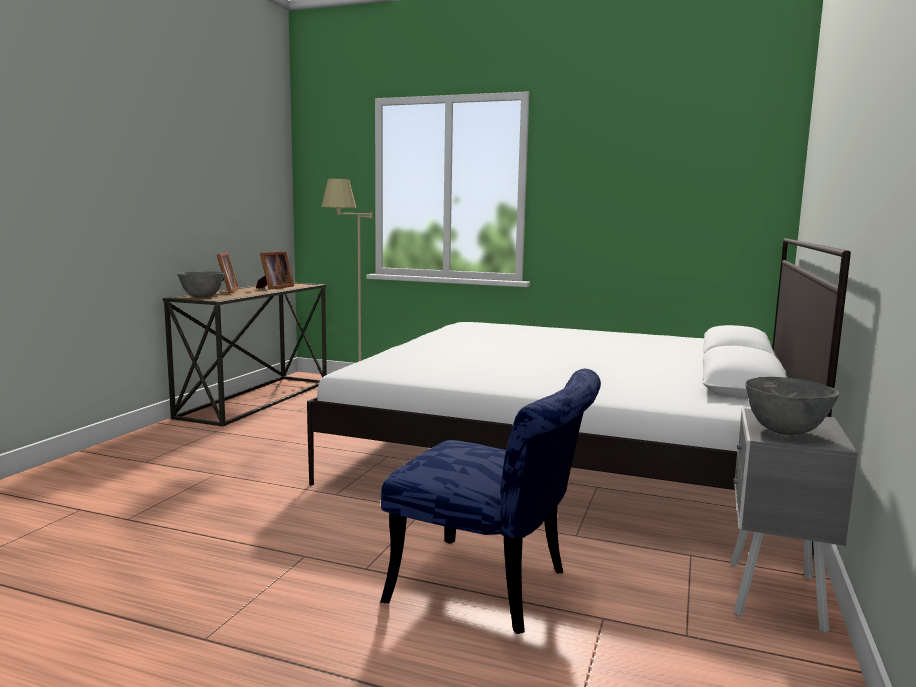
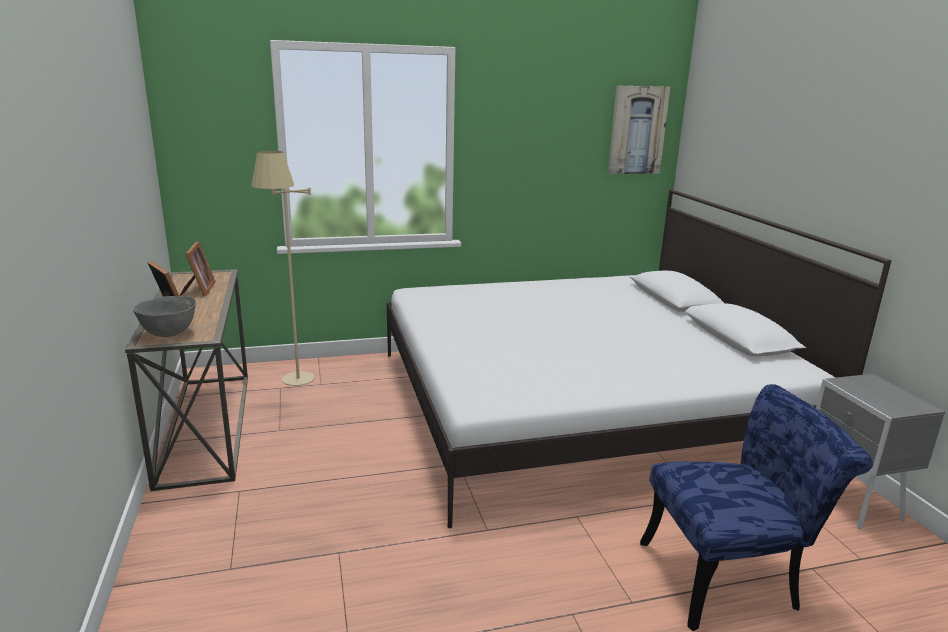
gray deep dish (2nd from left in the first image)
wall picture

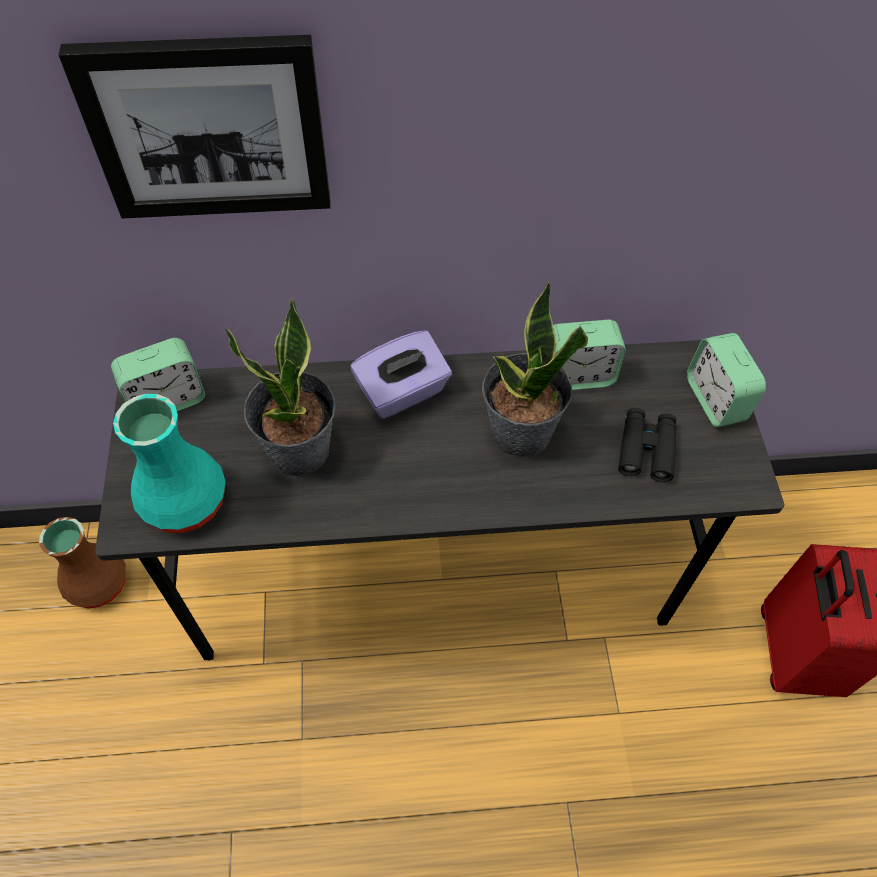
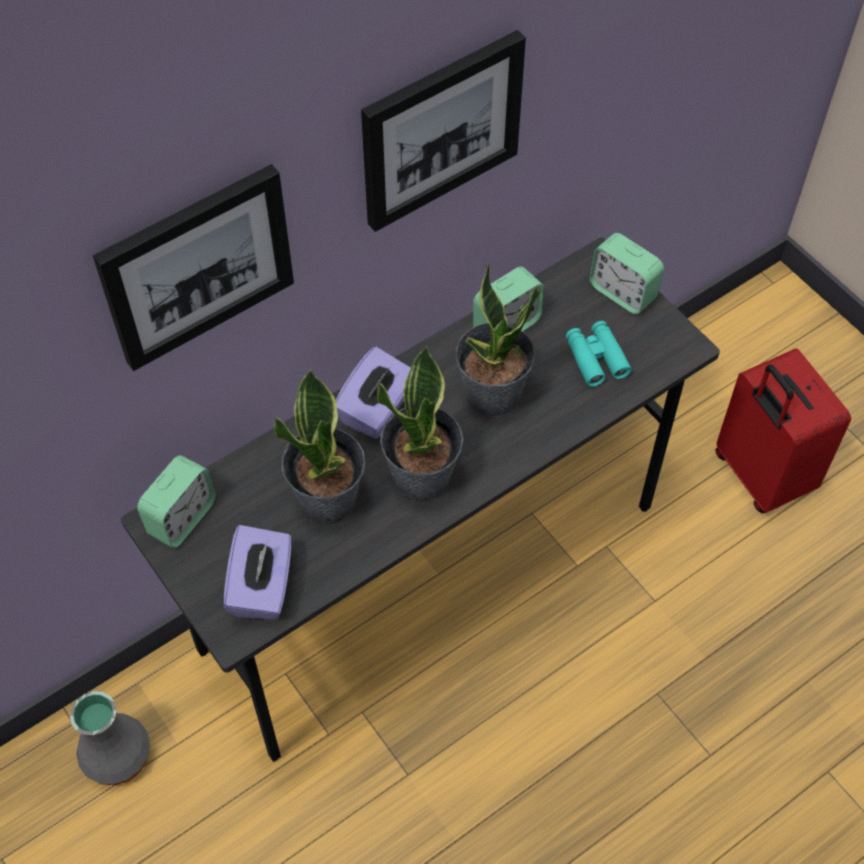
purple-coloured box of tissues (1st from left)
turquoise-coloured binoculars
gray vase
wall picture (2nd from left)
plant in a pot (2nd from left)

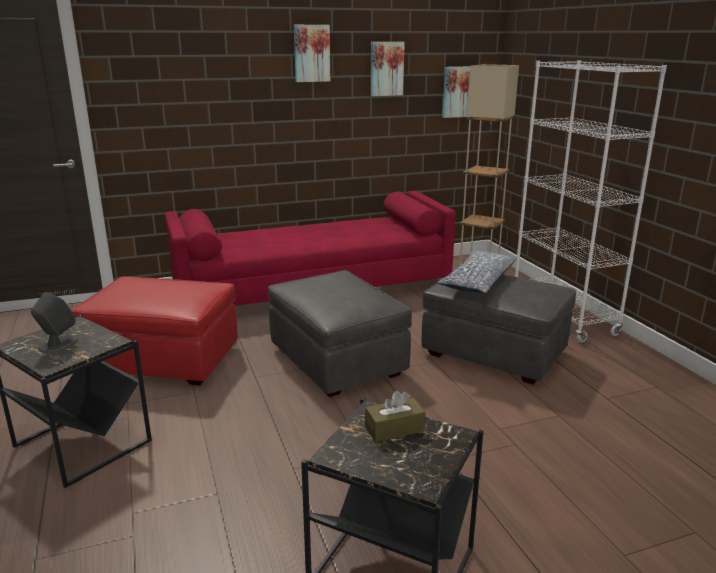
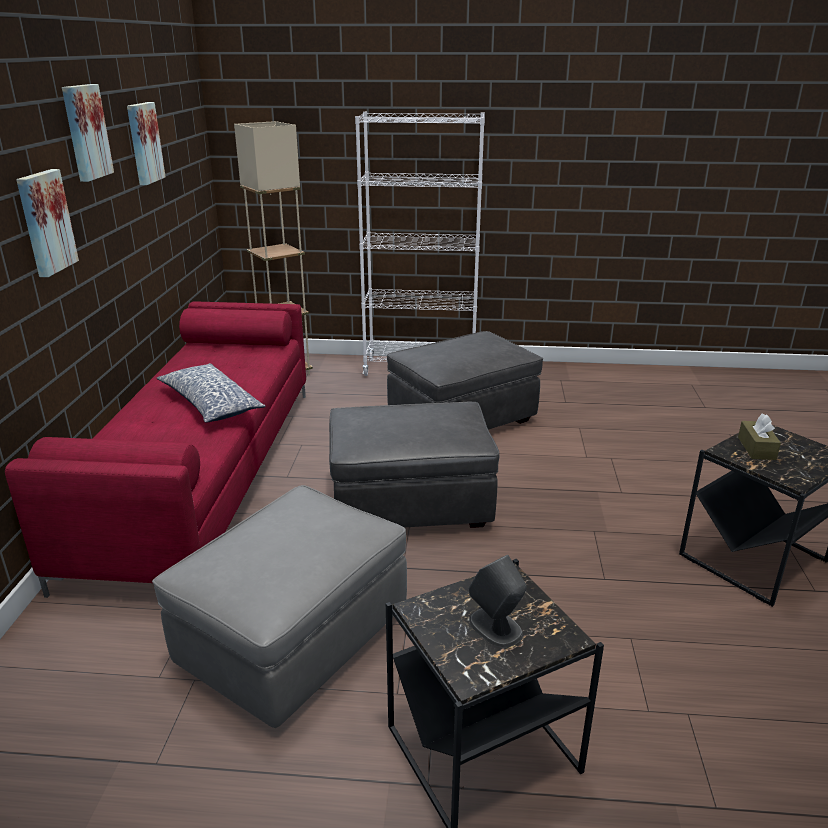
wall picture (1st from left)
pillow
gray pouffe (1st from left)

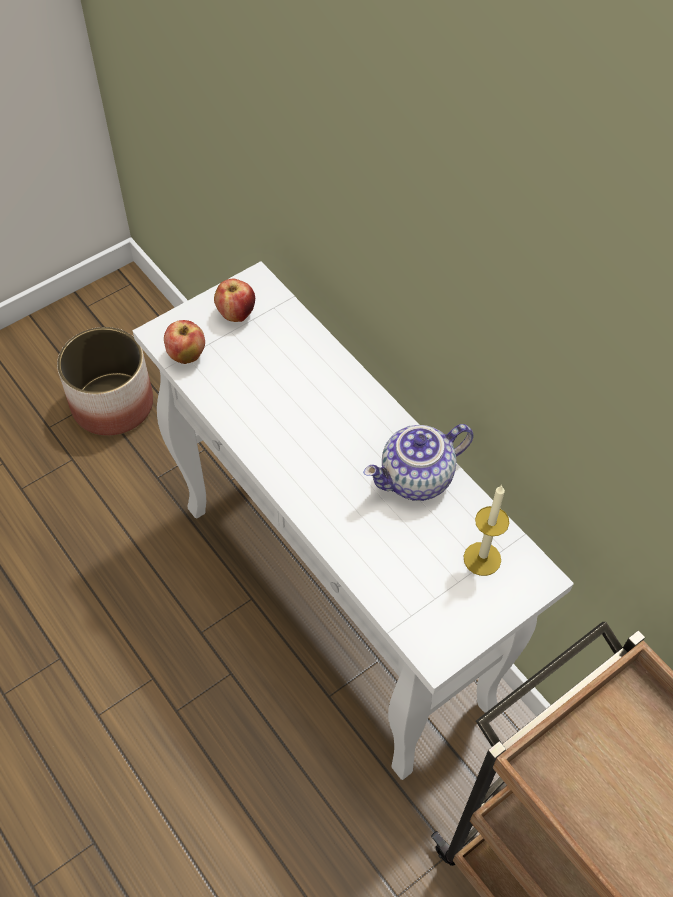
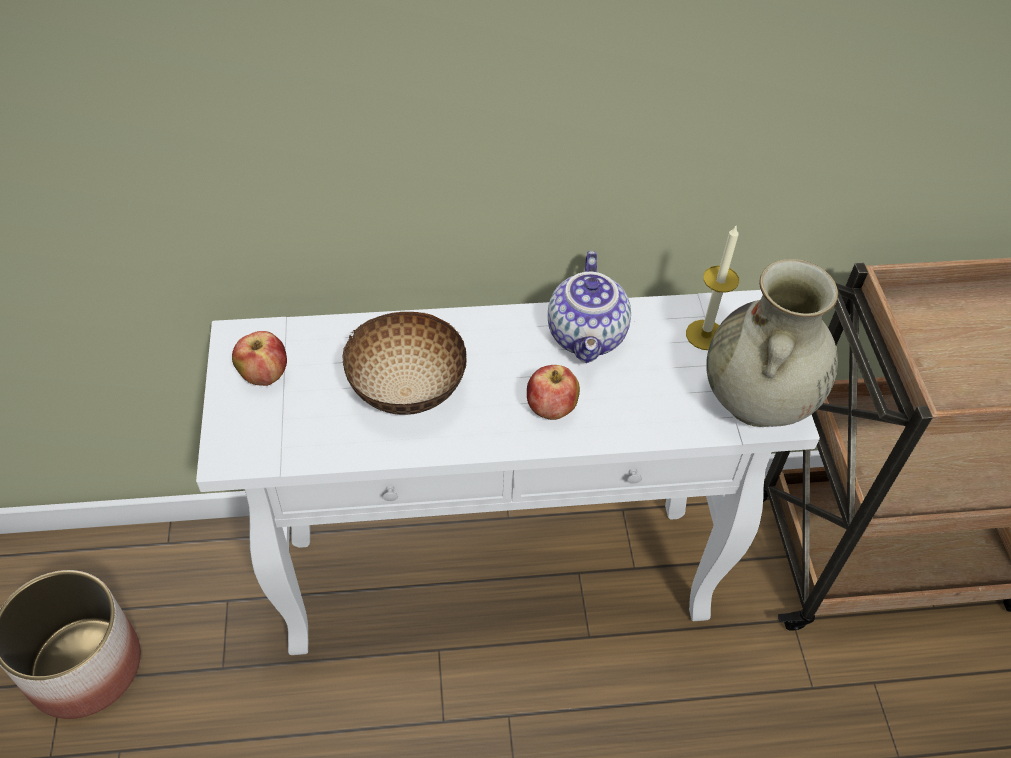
apple fruit (2nd from left)
beige-coloured vase
deep dish

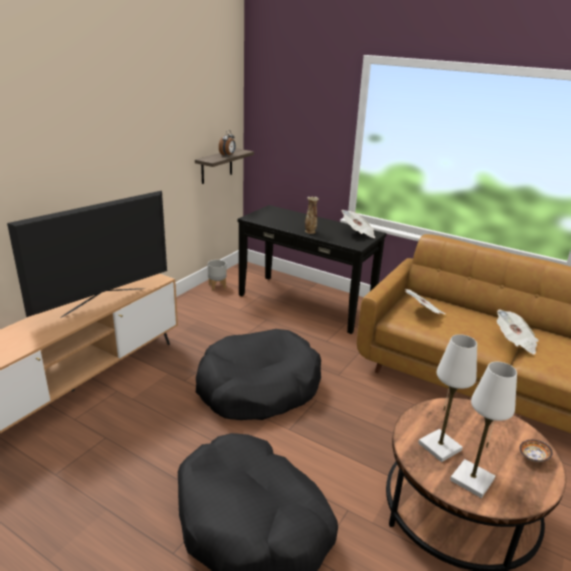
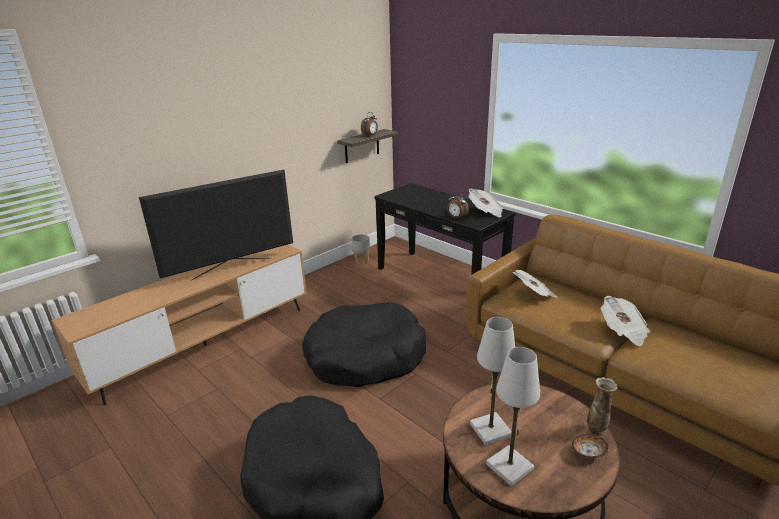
vase
bedside clock (2nd from left)

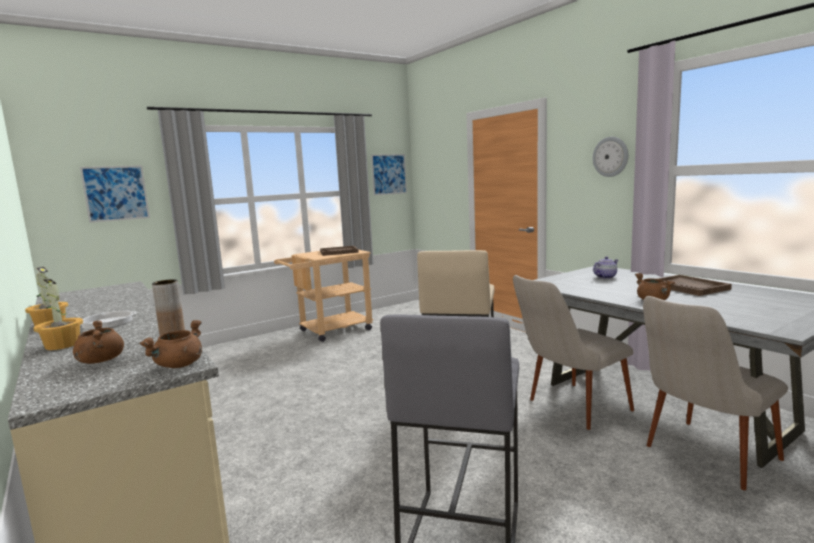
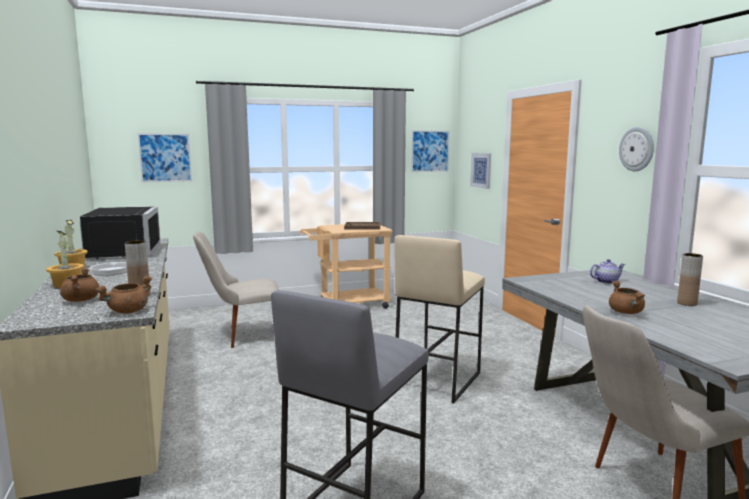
beige-coloured plain chair (1st from left)
brownish vase (2nd from left)
wall picture (3rd from left)
black-coloured kitchen microwave

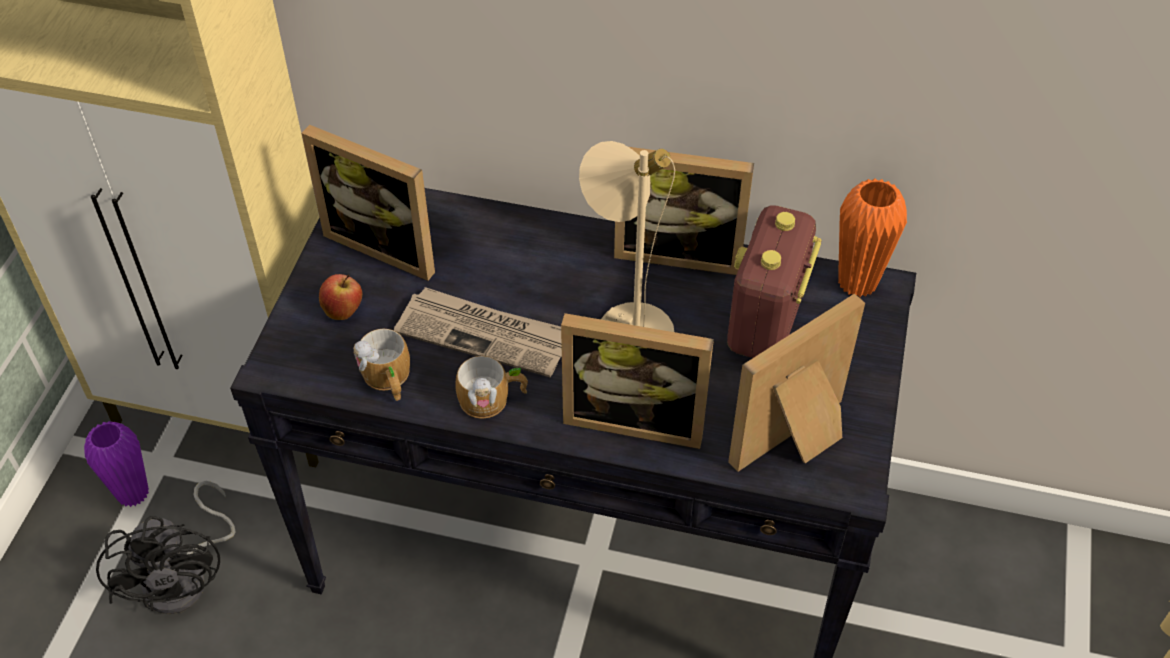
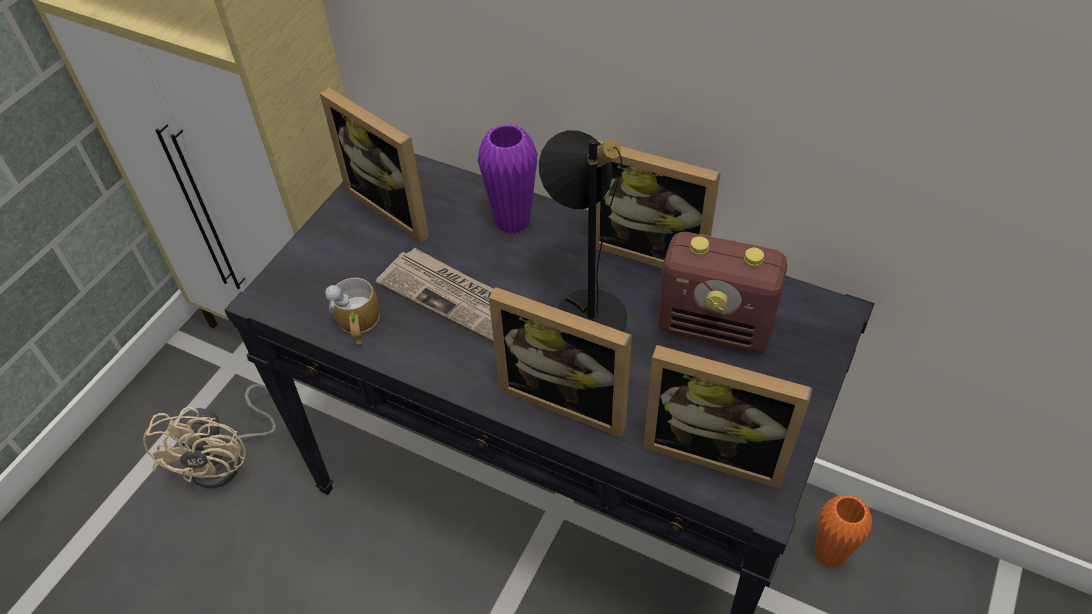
black-coloured table lamp
orangey vase
radio receiver
apple fruit
standing frame (4th from left)
tea mug (2nd from left in the first image)
purple-coloured vase
beige-coloured cooling fan

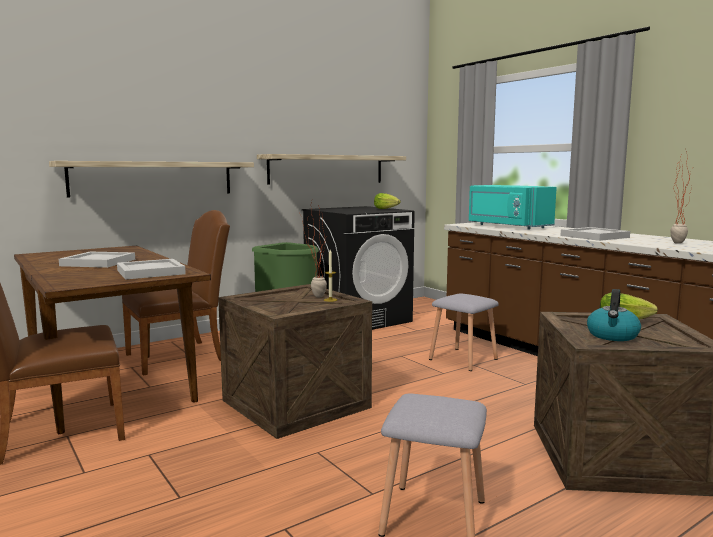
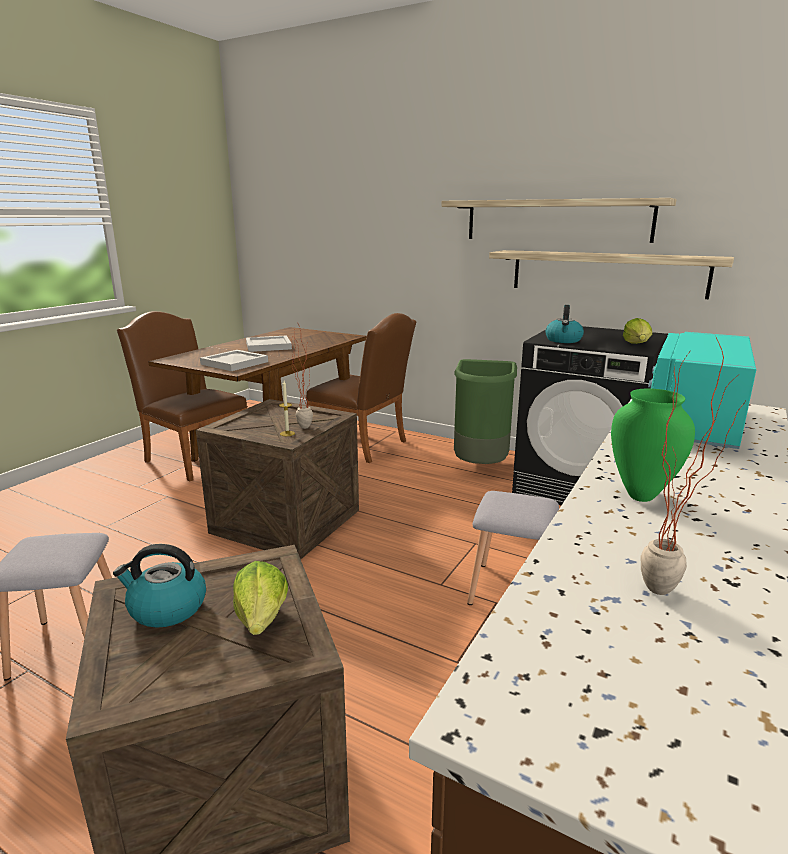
wall shelf (1st from left)
green vase
tea kettle (2nd from left)

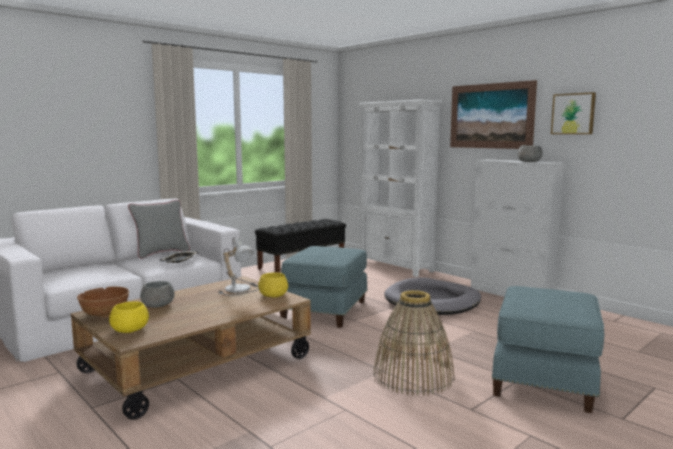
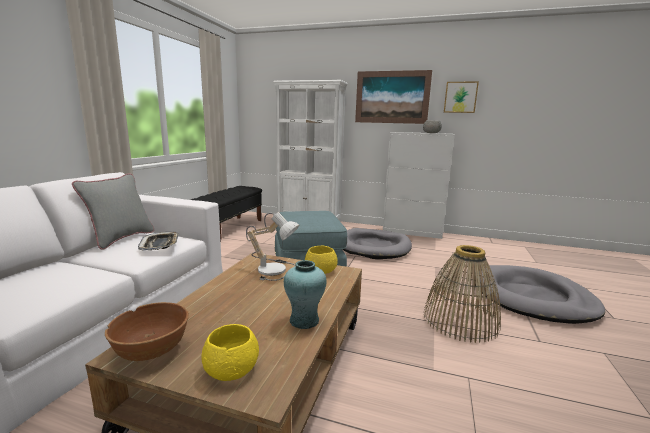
gray deep dish (1st from left in the first image)
gray dog bed (2nd from left)
turquoise-coloured vase

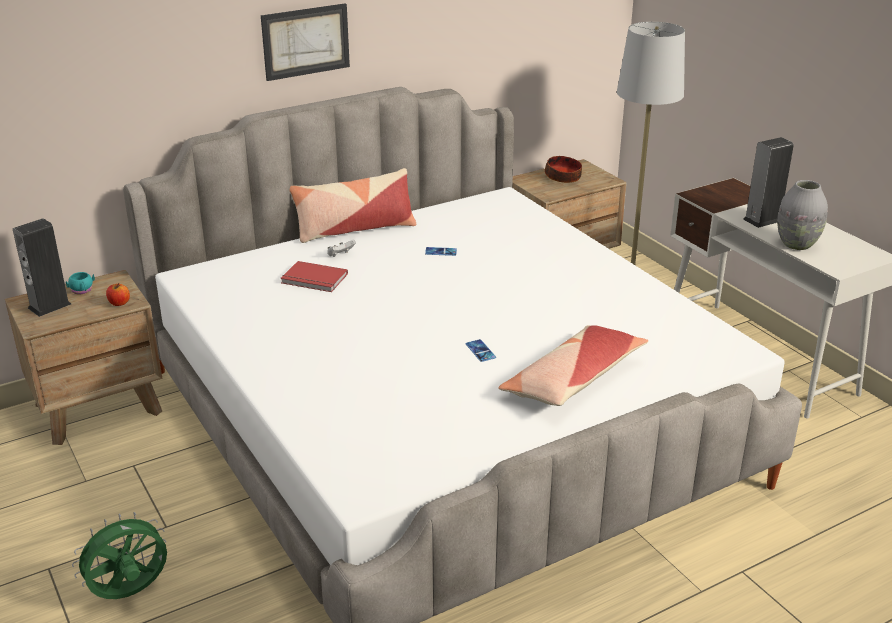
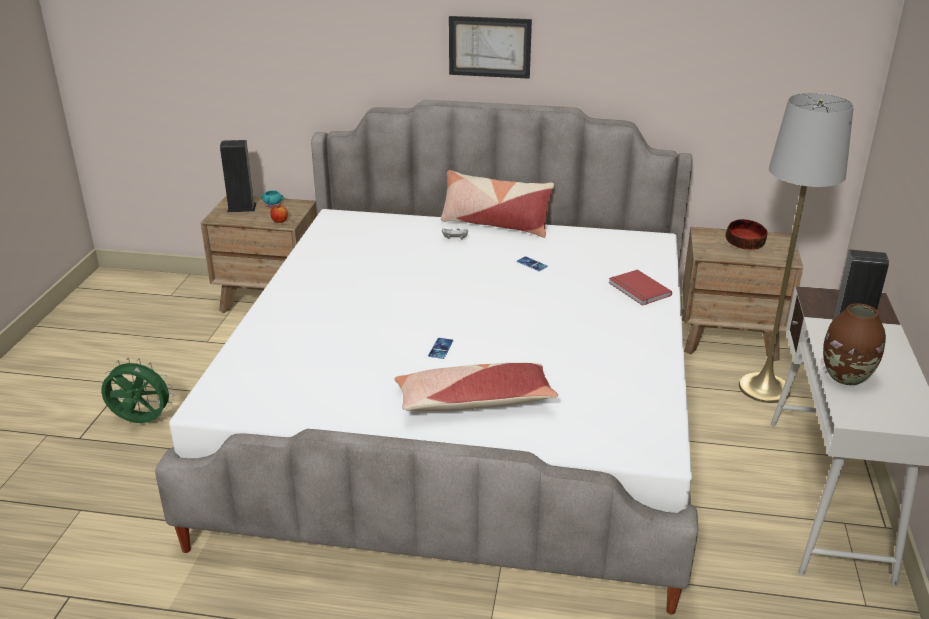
brownish vase
red-coloured bound book

